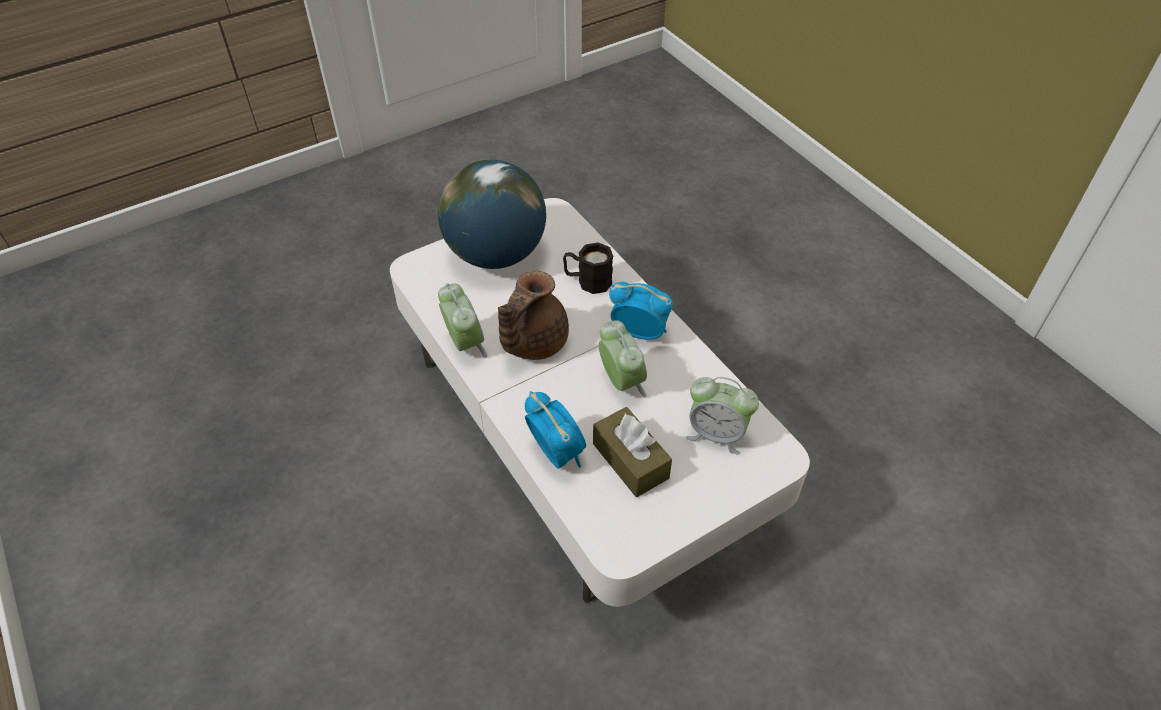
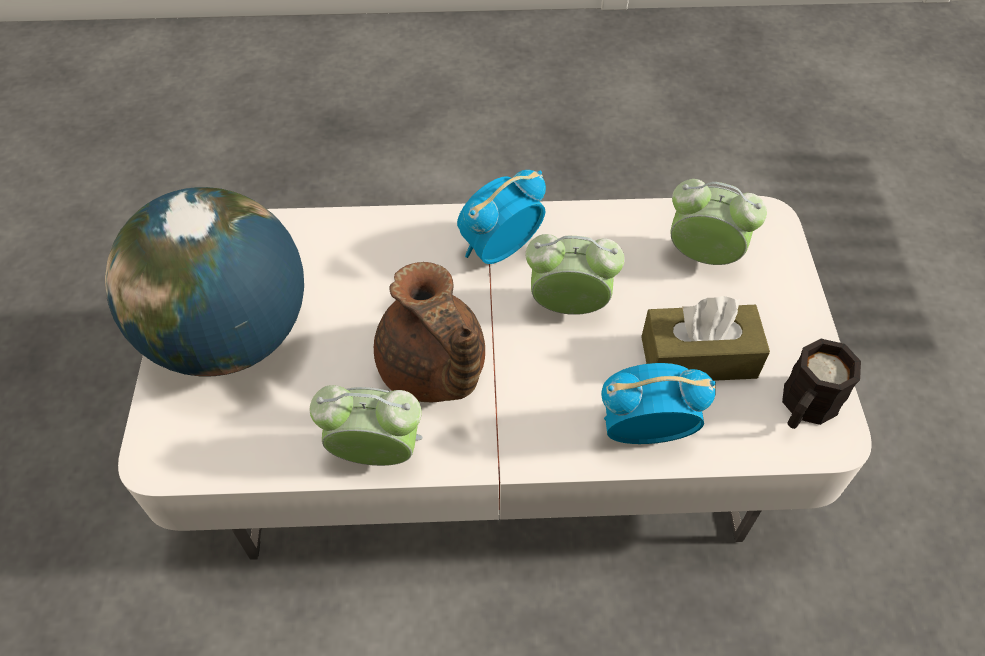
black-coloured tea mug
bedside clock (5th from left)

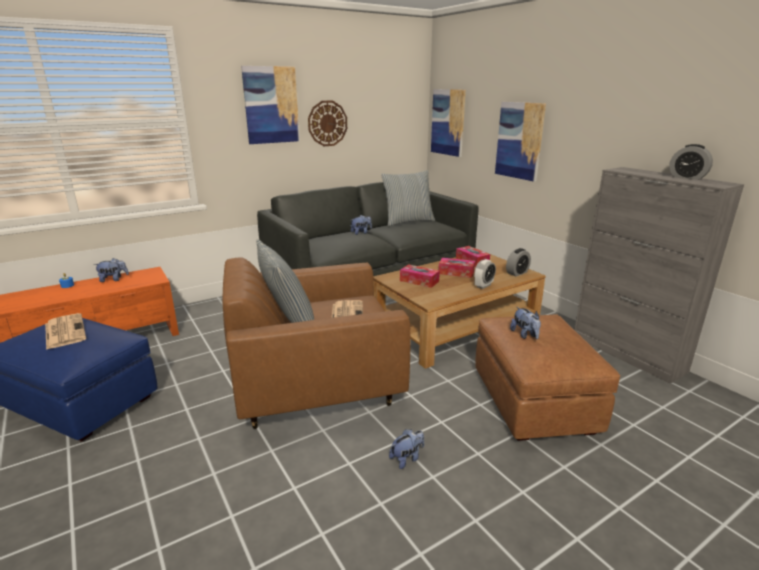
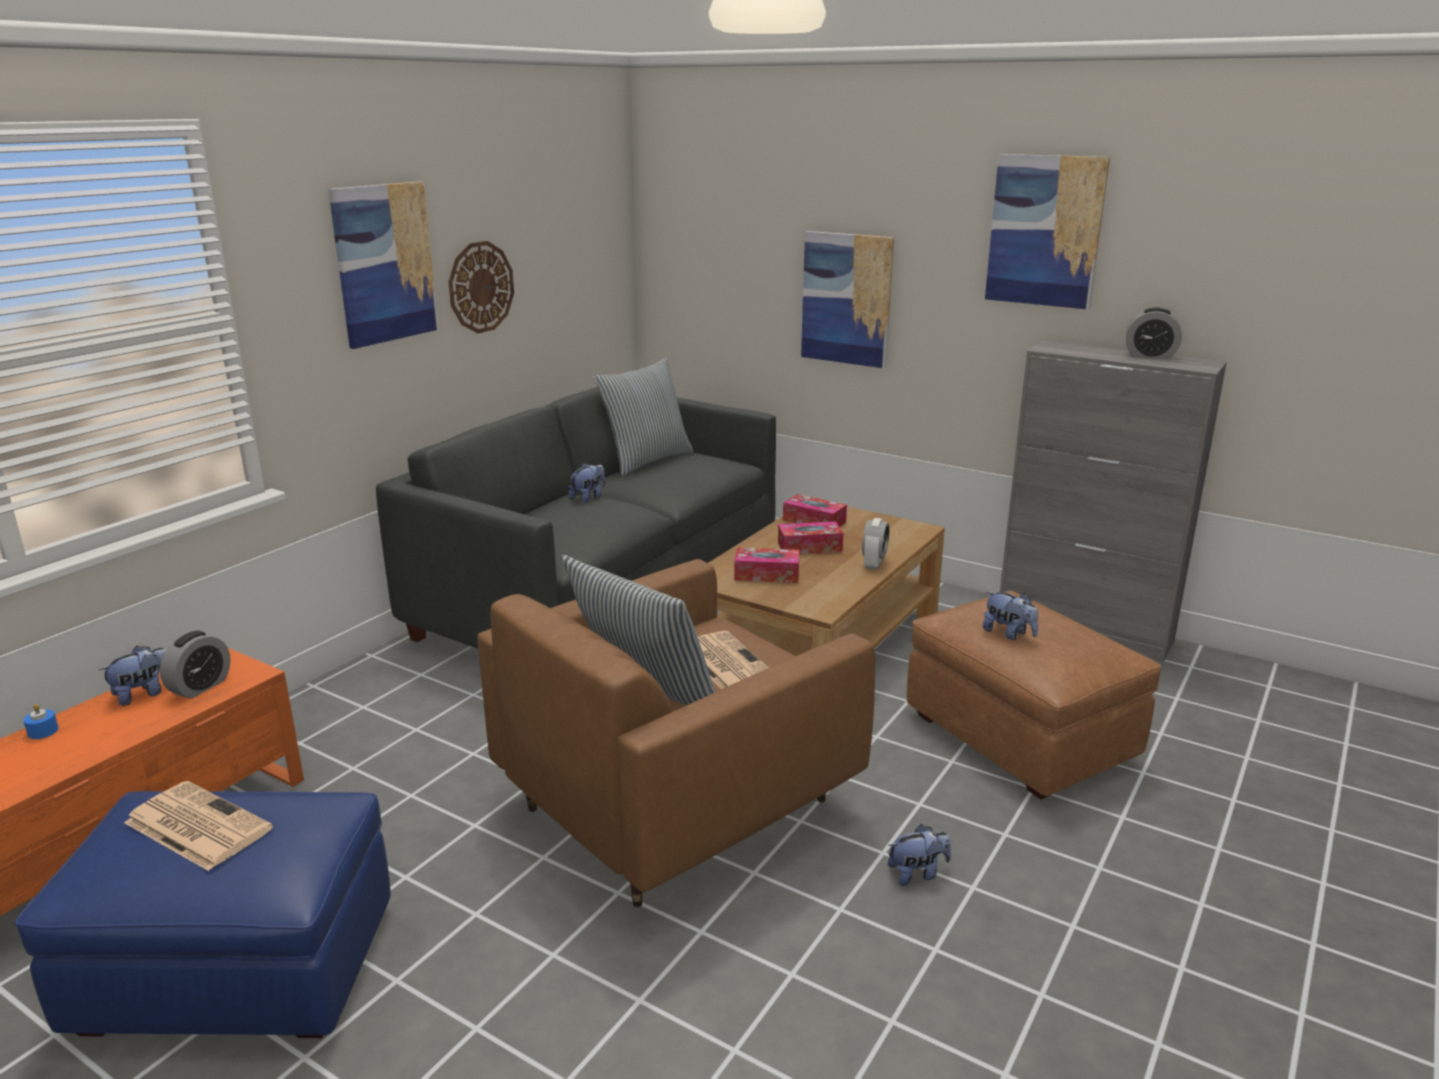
wall picture (3rd from left)
bedside clock (1st from left)
cuddly toy (3rd from left)

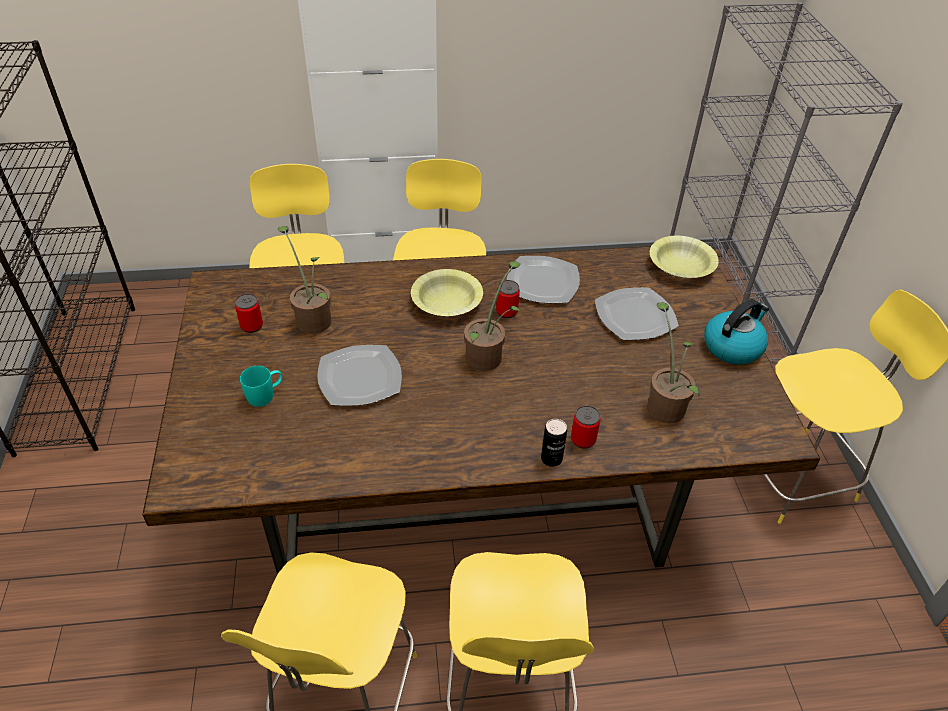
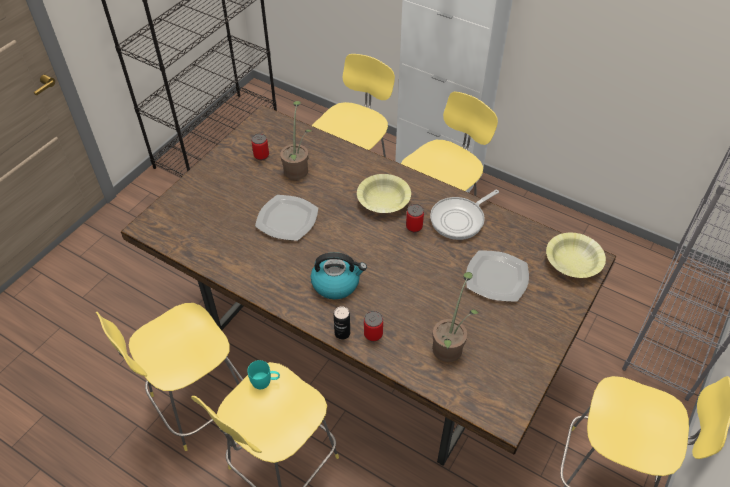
pan
plant in a pot (2nd from left in the first image)
tea kettle
turquoise-coloured tea mug

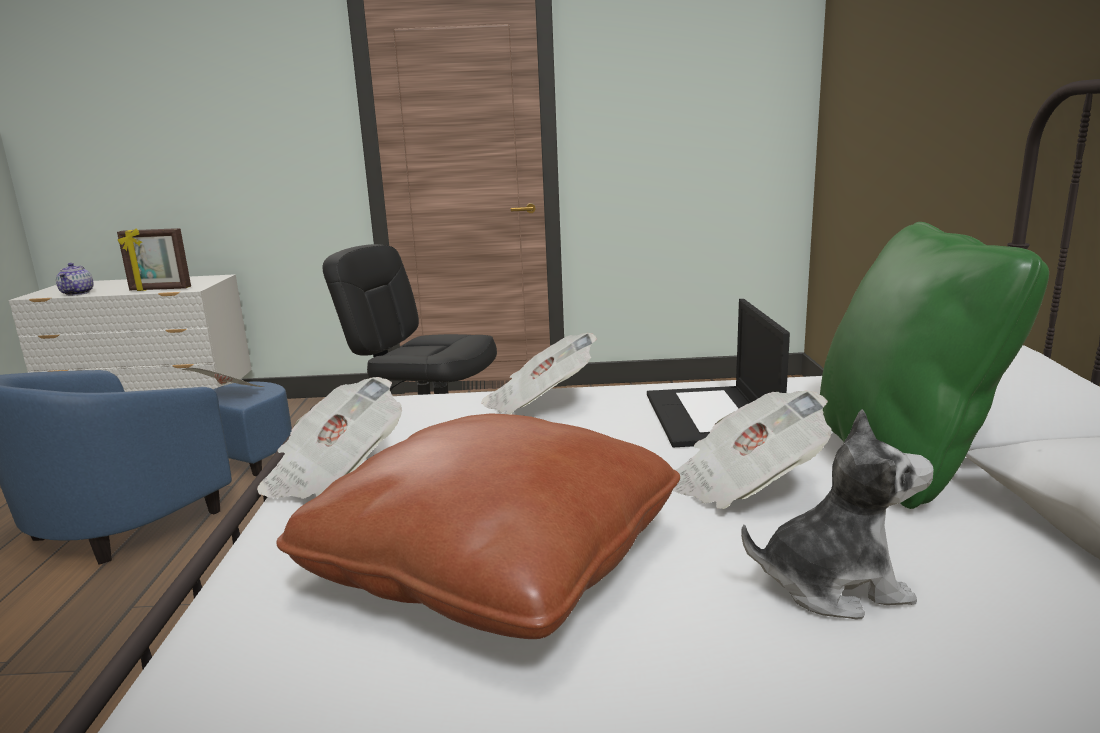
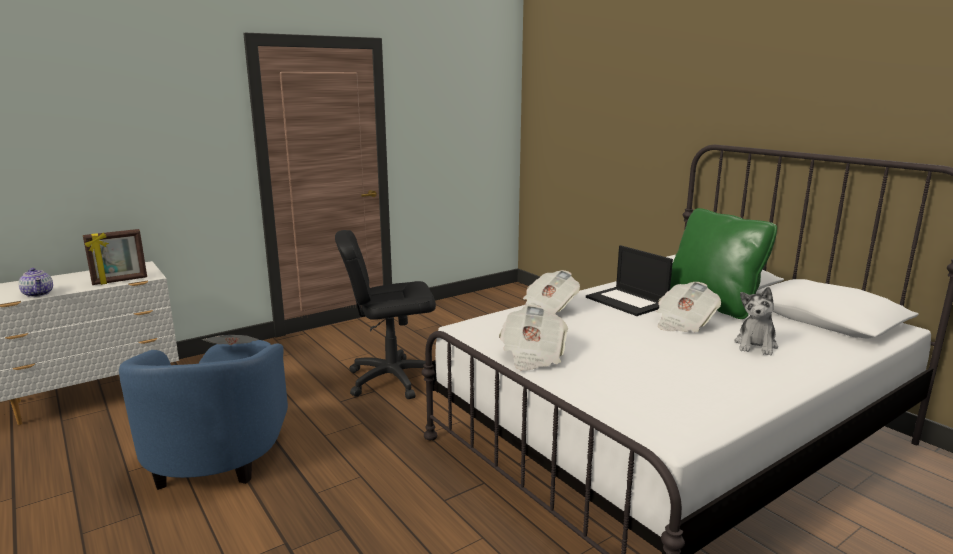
cuddly toy
brownish pillow

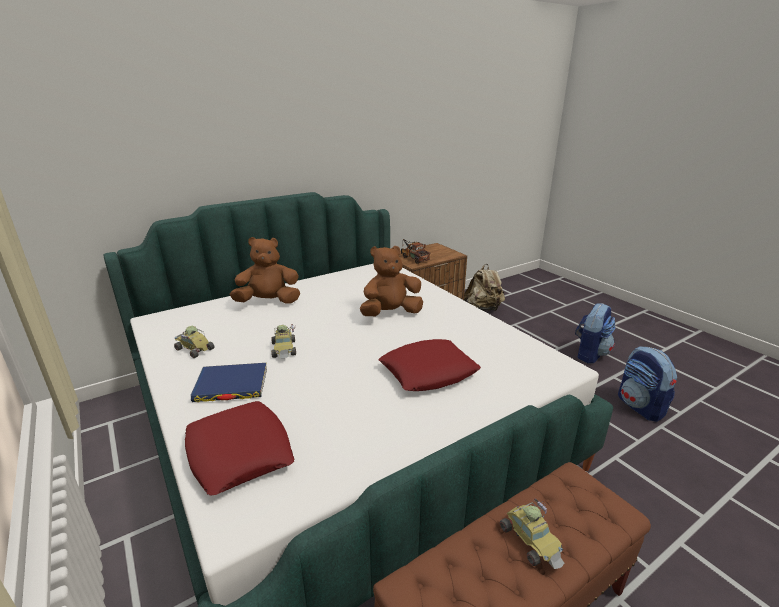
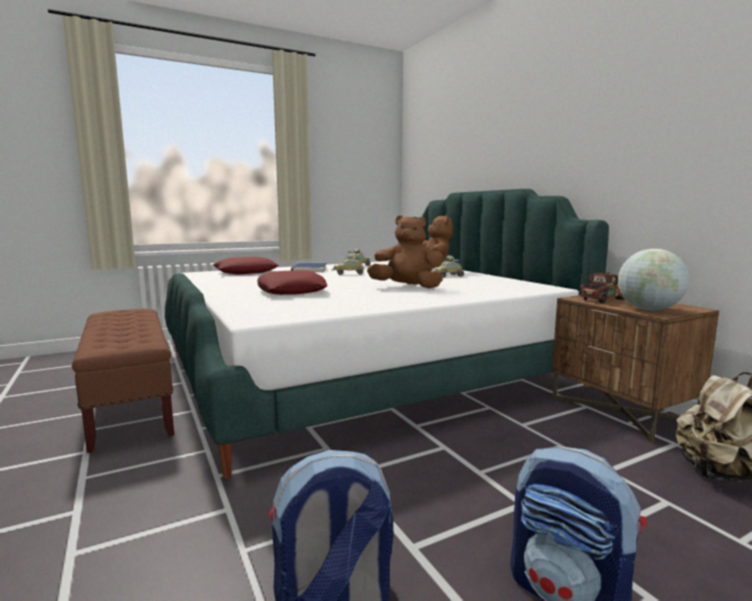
brownish cuddly toy (1st from left)
miniature car (3rd from left)
desk globe

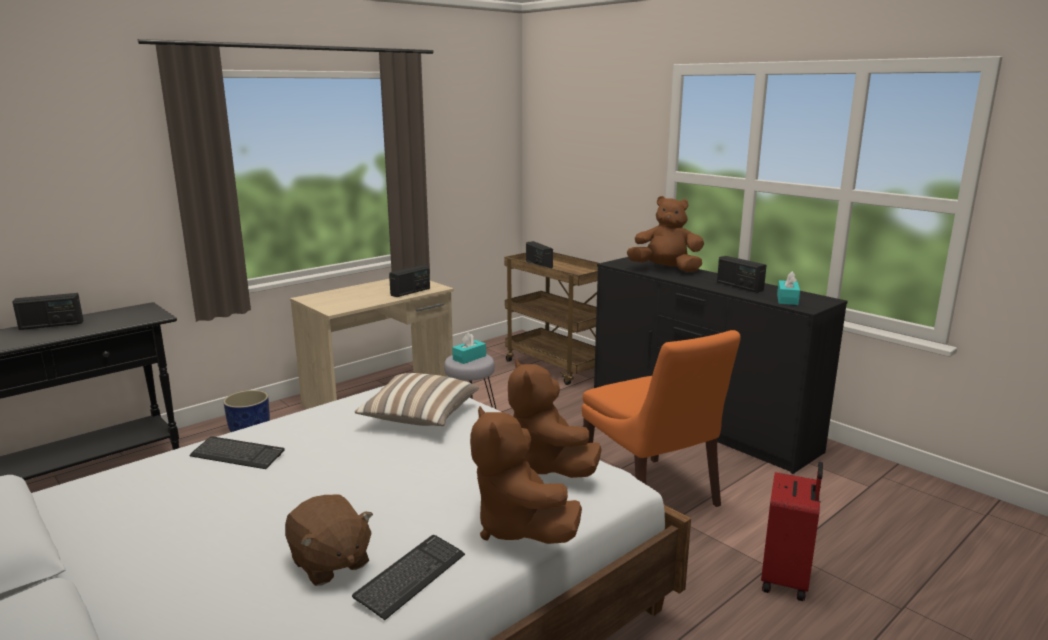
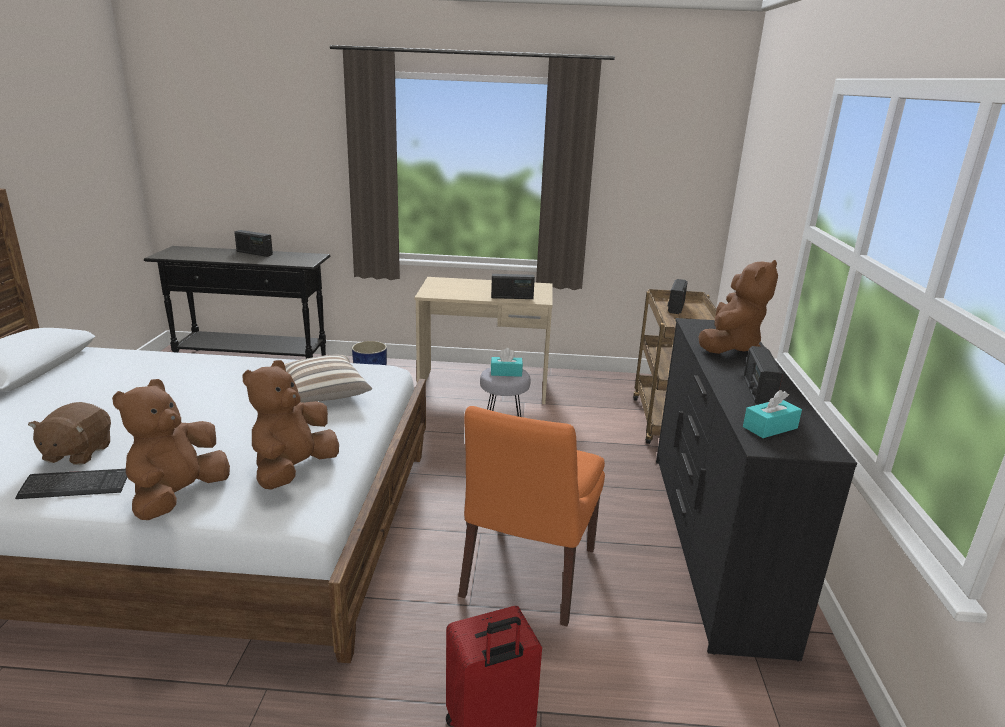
brownish cuddly toy (4th from left)
PC keyboard (1st from left in the first image)

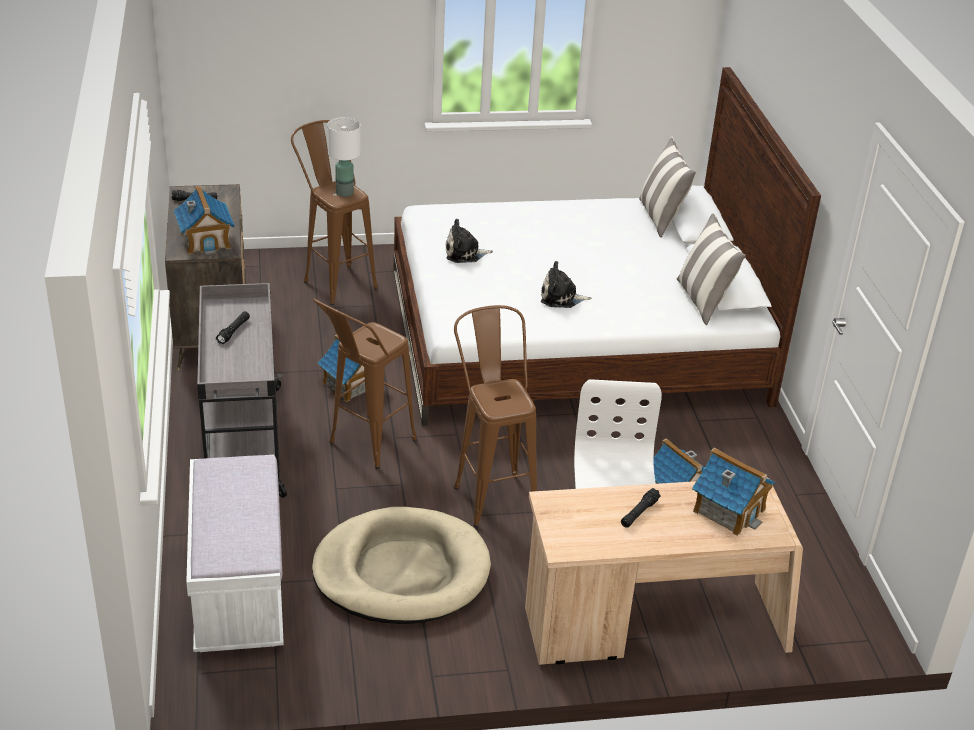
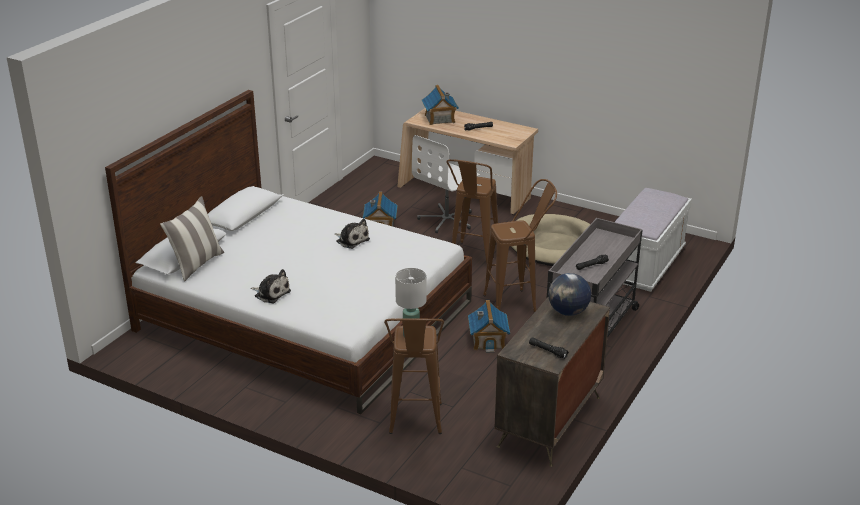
desk globe
pillow (2nd from left in the first image)
cuddly toy (1st from left)

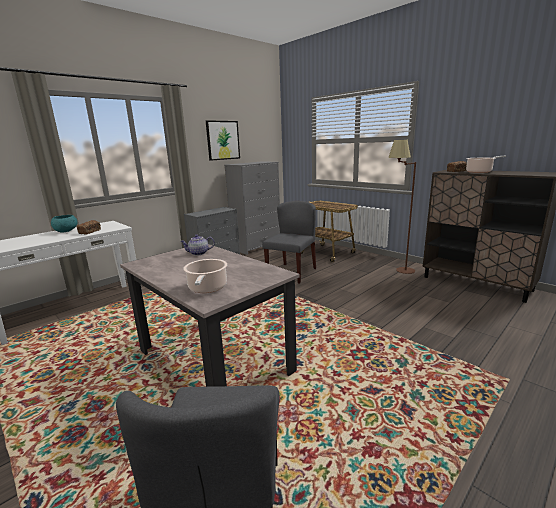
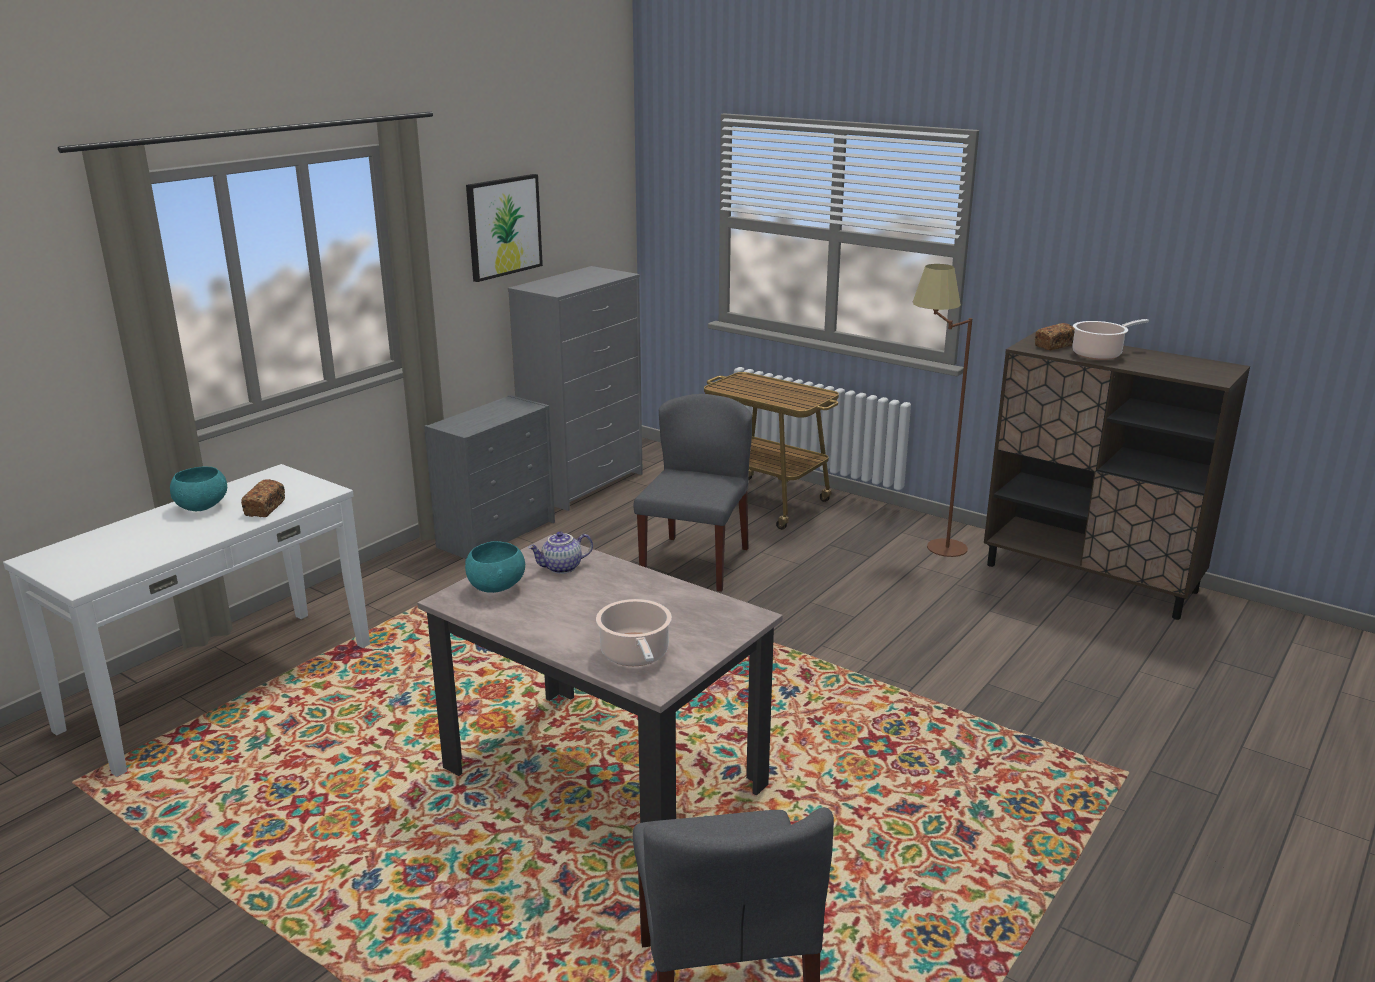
turquoise-coloured deep dish (2nd from left)

